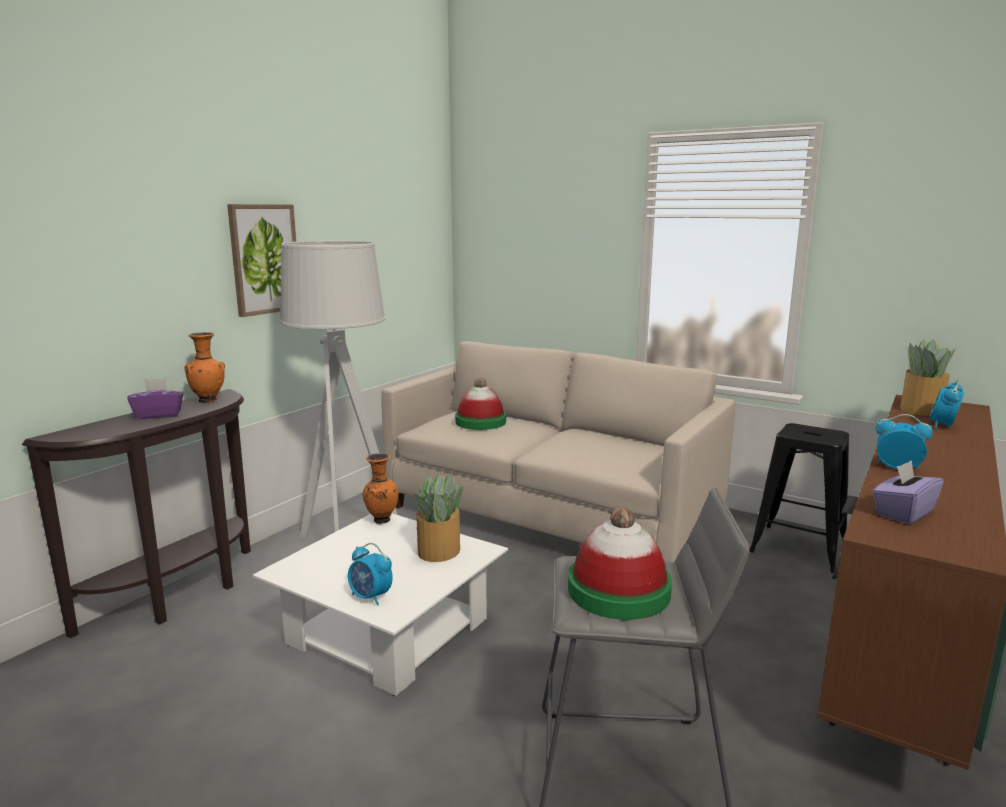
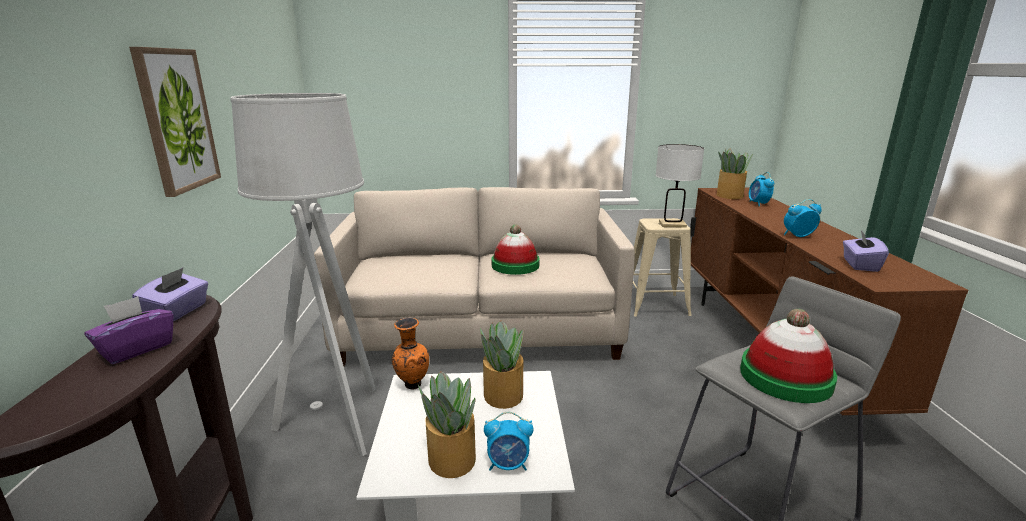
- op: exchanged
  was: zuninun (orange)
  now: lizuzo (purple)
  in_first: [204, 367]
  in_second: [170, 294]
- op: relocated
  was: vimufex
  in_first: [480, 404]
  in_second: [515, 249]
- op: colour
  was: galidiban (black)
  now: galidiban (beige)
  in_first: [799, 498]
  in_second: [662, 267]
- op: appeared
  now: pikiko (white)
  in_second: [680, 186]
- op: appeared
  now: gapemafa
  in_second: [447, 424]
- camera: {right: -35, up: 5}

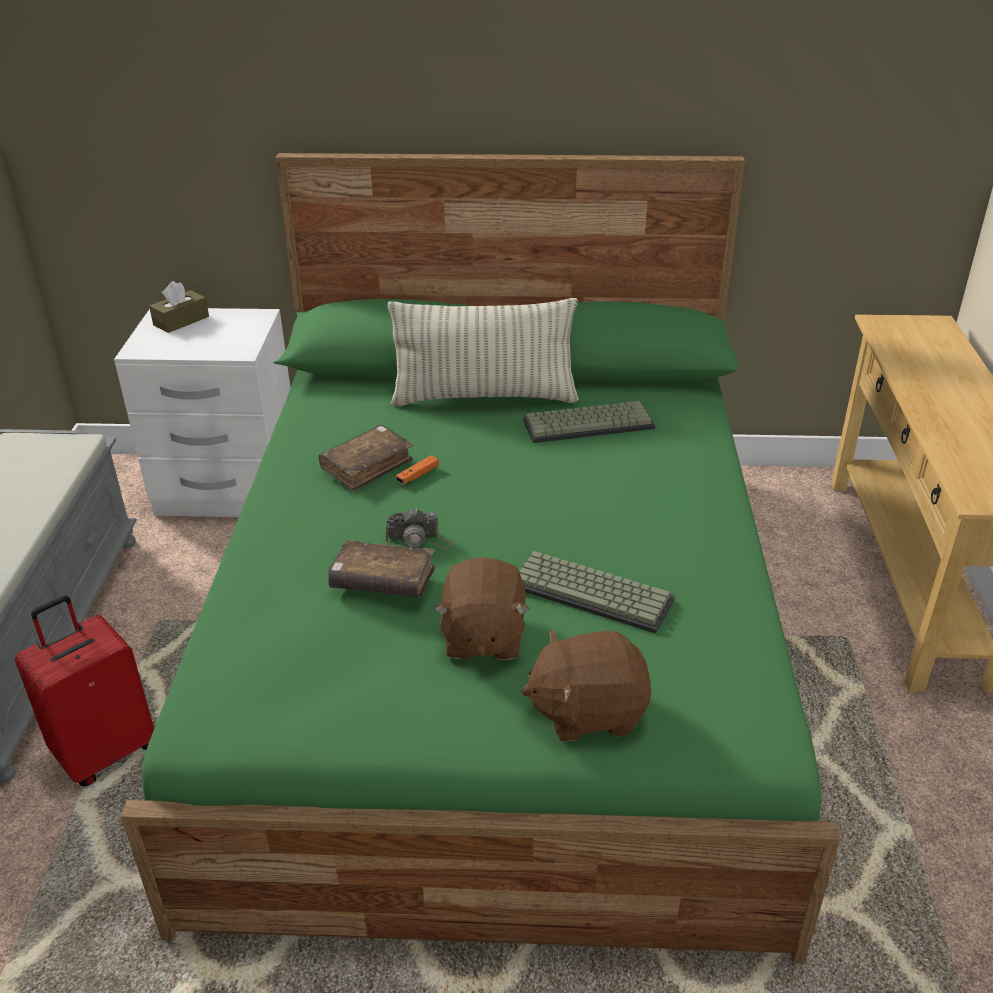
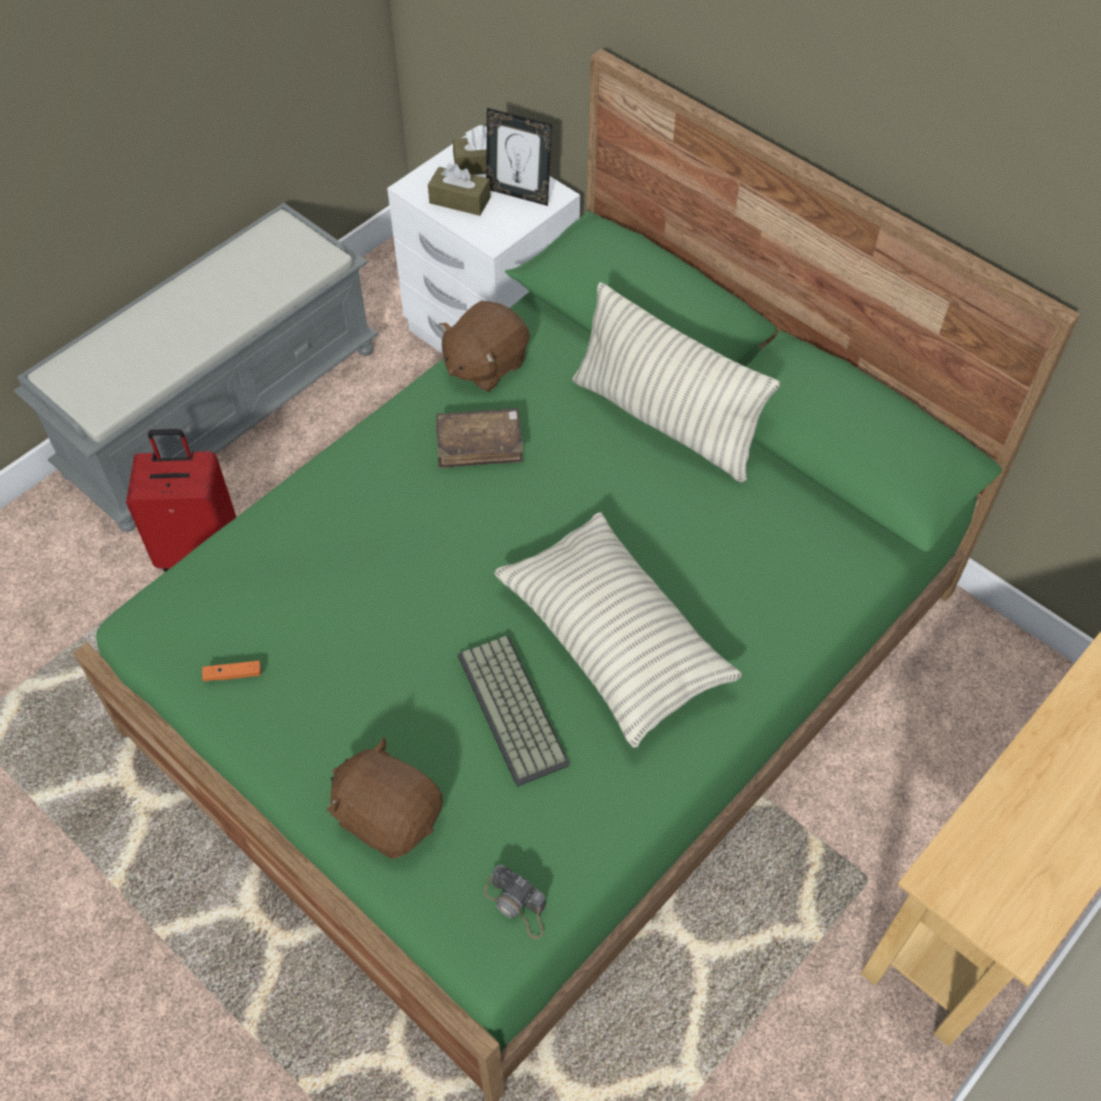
- op: missing
  was: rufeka
  in_first: [589, 422]
- op: relocated
  was: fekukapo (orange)
  in_first: [417, 469]
  in_second: [232, 671]
- op: relocated
  was: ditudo
  in_first: [418, 528]
  in_second: [515, 902]
- op: missing
  was: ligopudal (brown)
  in_first: [382, 569]
- op: relocated
  was: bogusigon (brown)
  in_first: [482, 608]
  in_second: [484, 346]
- op: appeared
  now: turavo
  in_second: [519, 157]
- op: appeared
  now: lizuzo (brown)
  in_second: [459, 190]
- op: appeared
  now: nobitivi
  in_second: [618, 630]
- camera: {right: 40, up: 20}

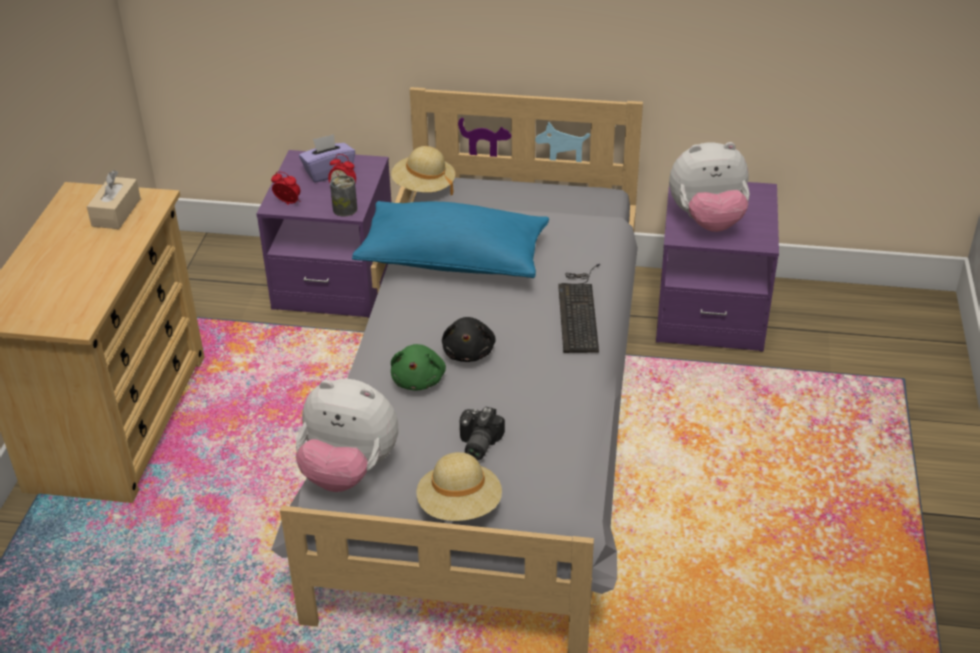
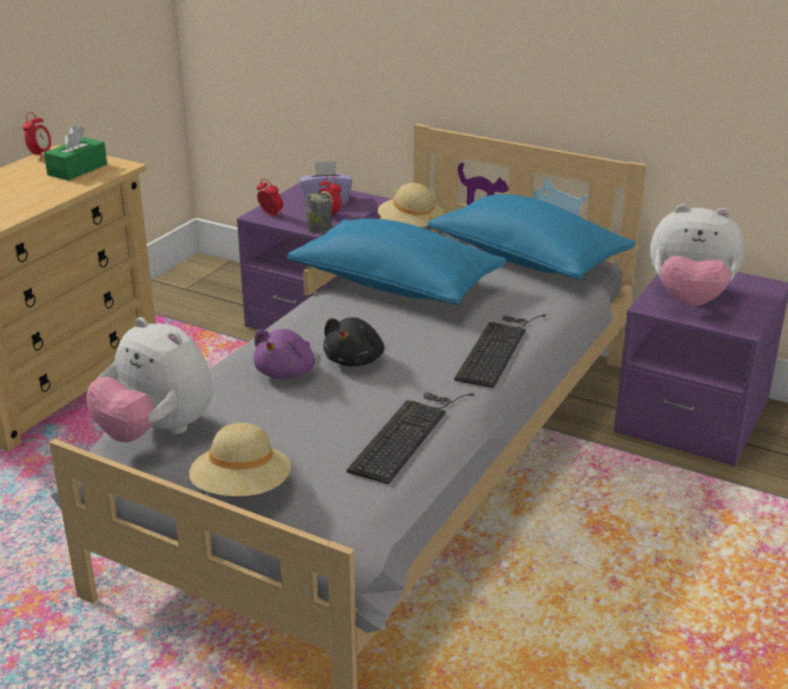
- op: colour
  was: lizuzo (beige)
  now: lizuzo (green)
  in_first: [114, 199]
  in_second: [75, 153]
- op: colour
  was: bogusigon (green)
  now: bogusigon (purple)
  in_first: [418, 367]
  in_second: [284, 354]
- op: missing
  was: ditudo
  in_first: [482, 433]
- op: appeared
  now: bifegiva
  in_second: [37, 135]
- op: appeared
  now: nobitivi (blue)
  in_second: [531, 237]
- op: appeared
  now: rufeka
  in_second: [411, 438]
- camera: {right: 20, up: -10}

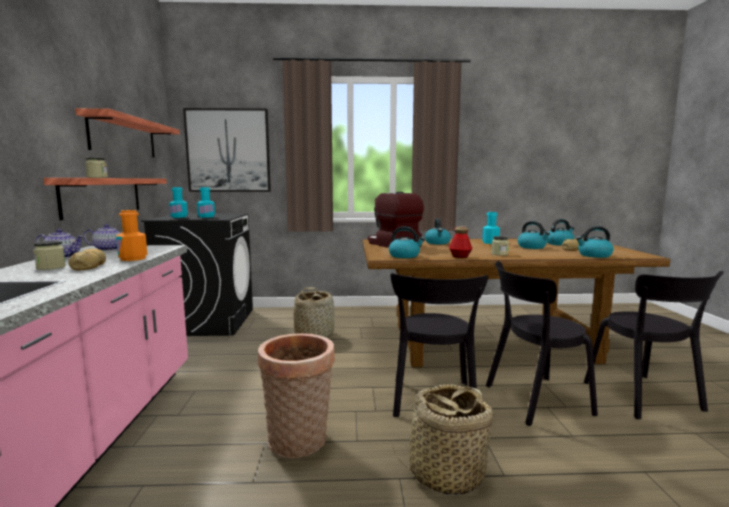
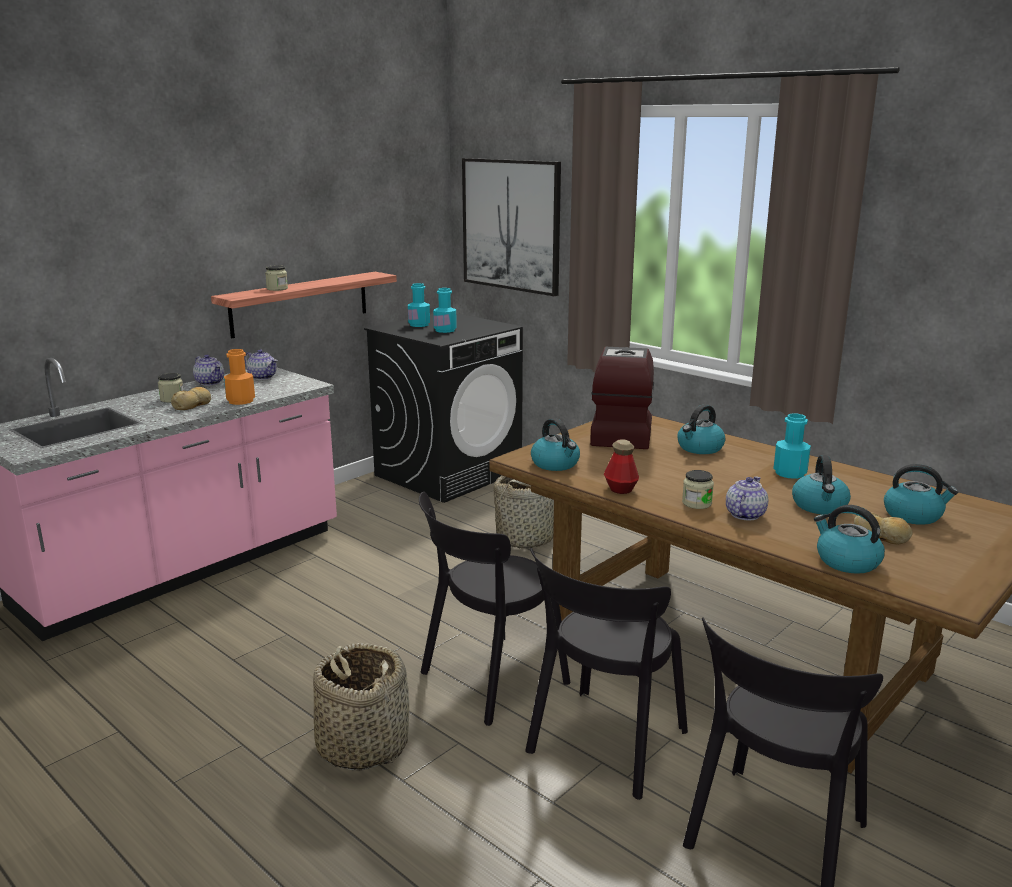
- op: missing
  was: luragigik
  in_first: [127, 133]
- op: spun
  was: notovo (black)
  in_first: [542, 343]
  in_second: [606, 674]
  clockwise: -90
- op: missing
  was: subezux
  in_first: [296, 395]
- op: appeared
  now: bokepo
  in_second: [747, 498]
- camera: {right: 45, up: 10}

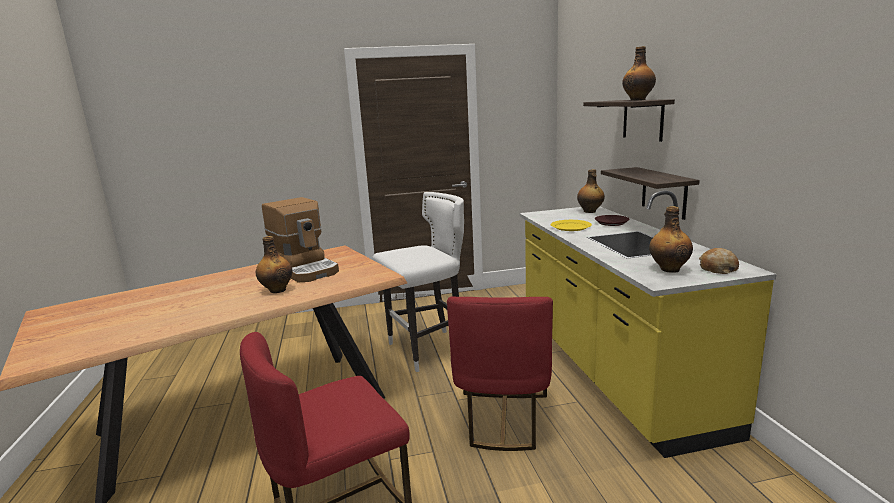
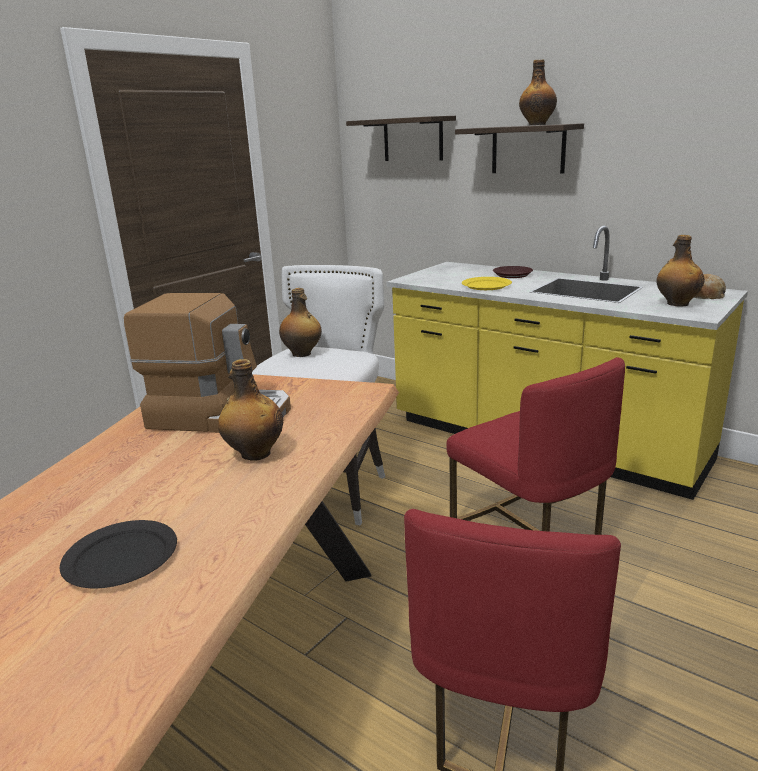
- op: relocated
  was: luragigik
  in_first: [650, 193]
  in_second: [401, 138]
- op: relocated
  was: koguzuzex
  in_first: [591, 191]
  in_second: [300, 322]
- op: appeared
  now: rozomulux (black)
  in_second: [118, 554]
- camera: {right: -40, up: 5}

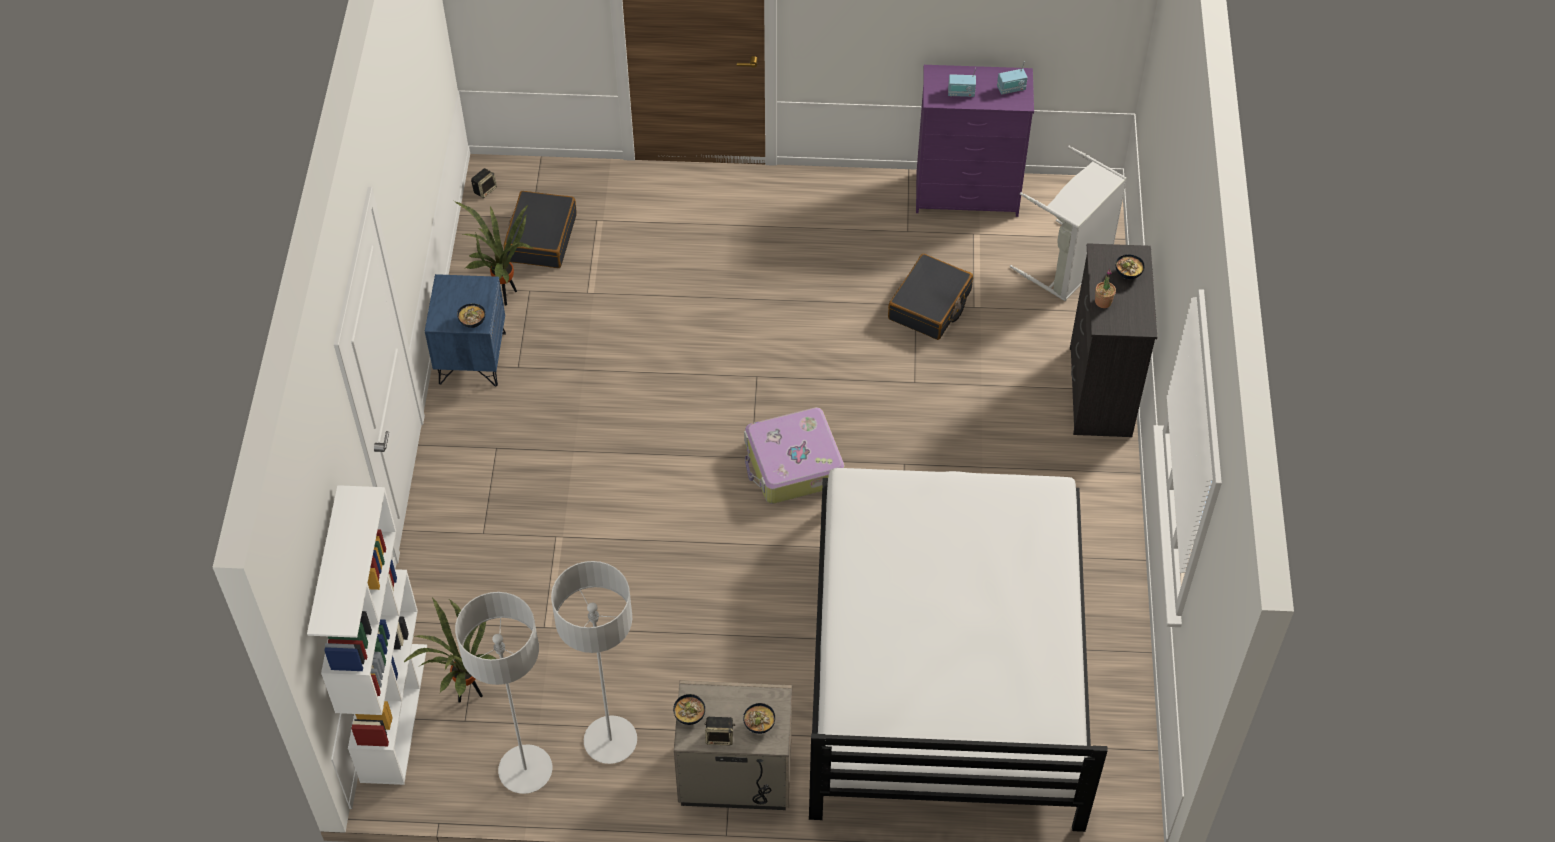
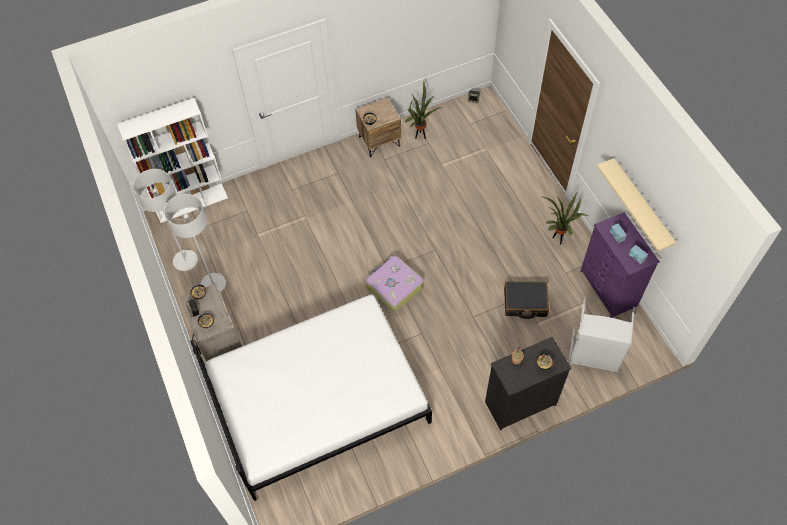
- op: missing
  was: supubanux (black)
  in_first: [540, 229]
- op: colour
  was: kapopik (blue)
  now: kapopik (brown)
  in_first: [465, 330]
  in_second: [378, 127]
- op: relocated
  was: gapemafa
  in_first: [449, 650]
  in_second: [565, 218]
- op: appeared
  now: luragigik (beige)
  in_second: [636, 204]
- camera: {right: 65, up: 5}

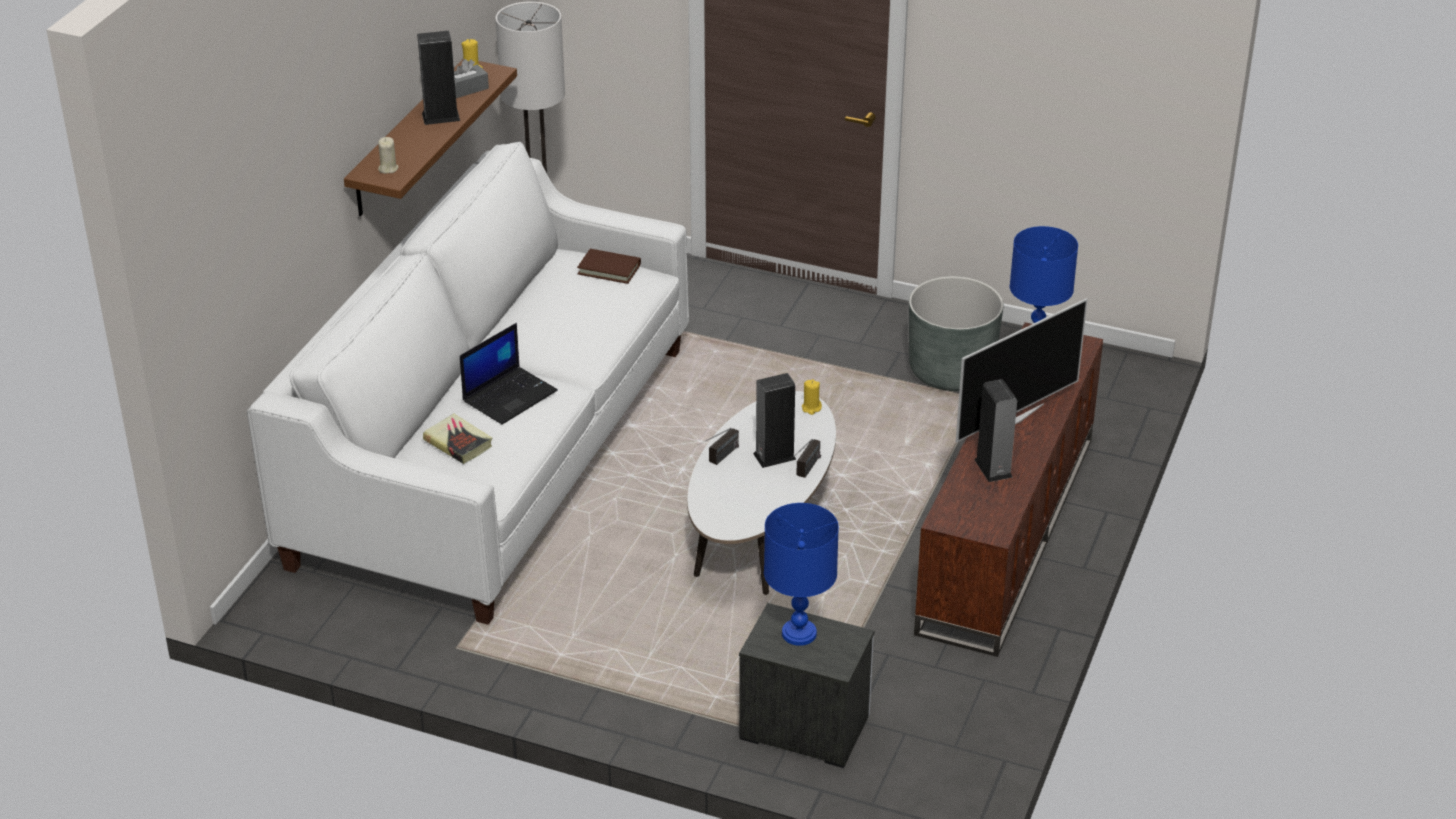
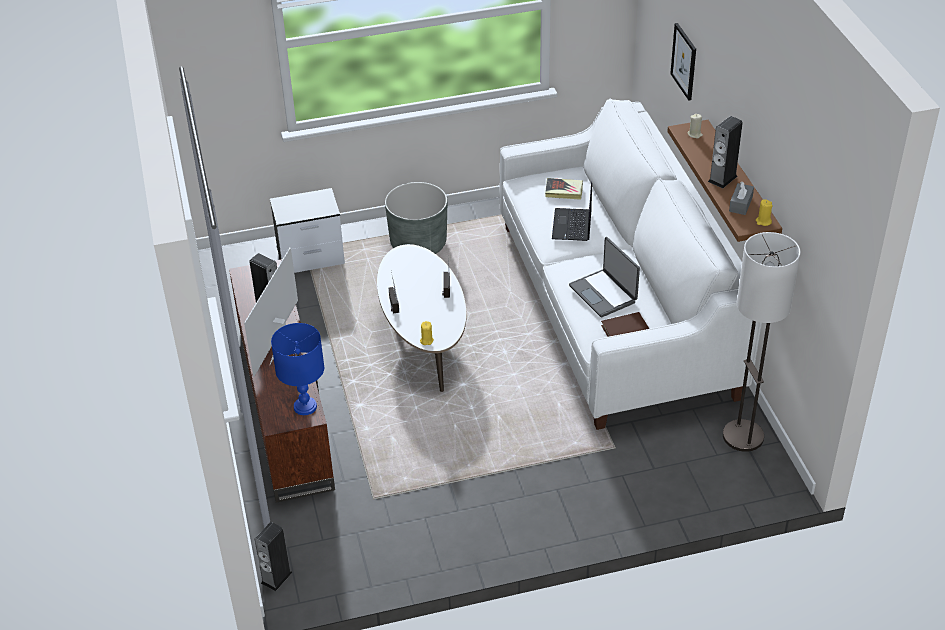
- op: relocated
  was: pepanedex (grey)
  in_first: [956, 333]
  in_second: [416, 218]
- op: relocated
  was: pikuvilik
  in_first: [775, 420]
  in_second: [273, 556]
- op: missing
  was: pikiko (blue)
  in_first: [801, 574]
- op: appeared
  now: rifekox
  in_second: [683, 62]
- op: appeared
  now: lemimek
  in_second: [604, 277]
- camera: {right: 145, up: 5}

